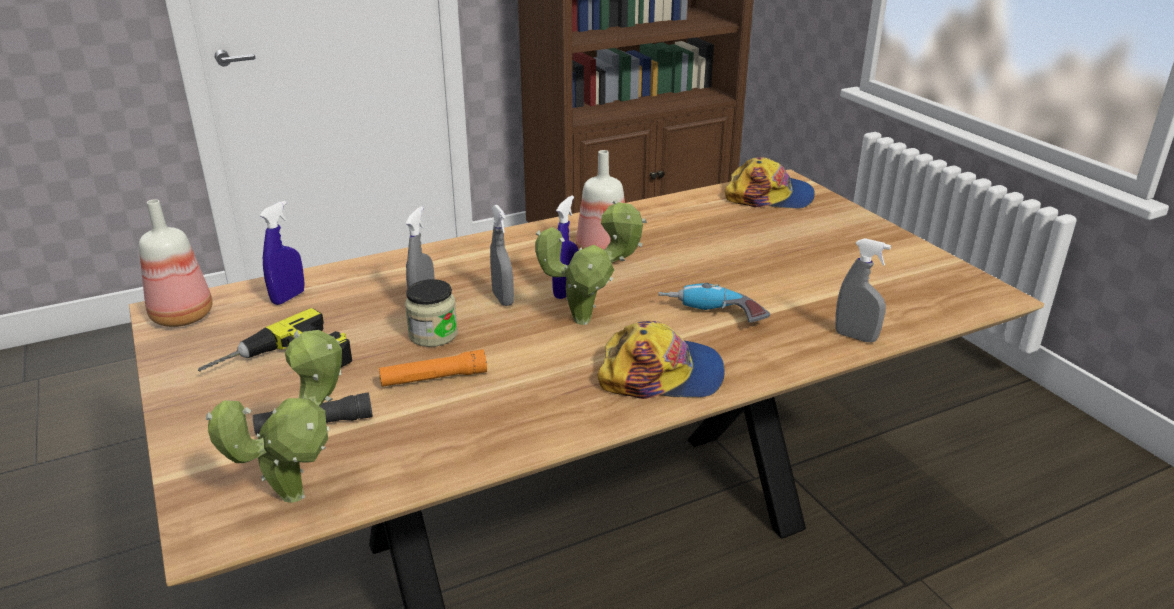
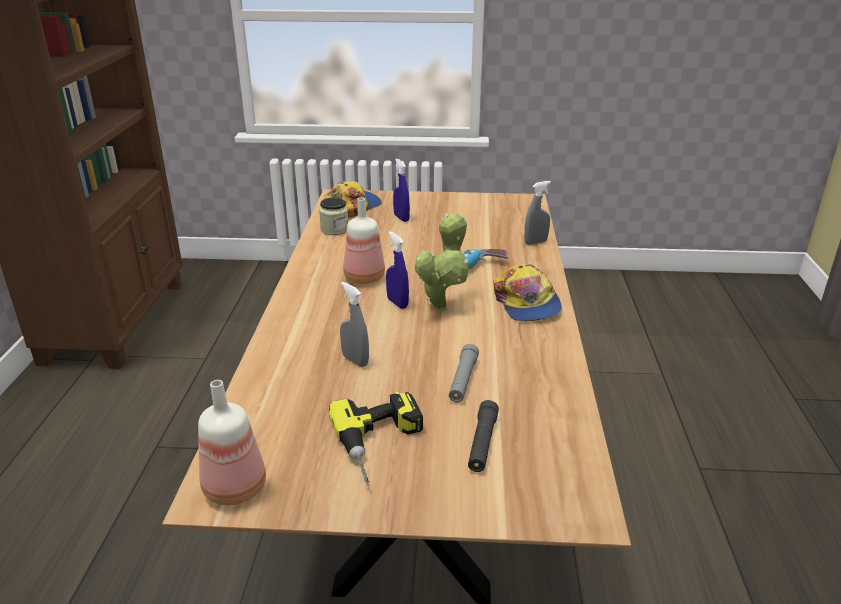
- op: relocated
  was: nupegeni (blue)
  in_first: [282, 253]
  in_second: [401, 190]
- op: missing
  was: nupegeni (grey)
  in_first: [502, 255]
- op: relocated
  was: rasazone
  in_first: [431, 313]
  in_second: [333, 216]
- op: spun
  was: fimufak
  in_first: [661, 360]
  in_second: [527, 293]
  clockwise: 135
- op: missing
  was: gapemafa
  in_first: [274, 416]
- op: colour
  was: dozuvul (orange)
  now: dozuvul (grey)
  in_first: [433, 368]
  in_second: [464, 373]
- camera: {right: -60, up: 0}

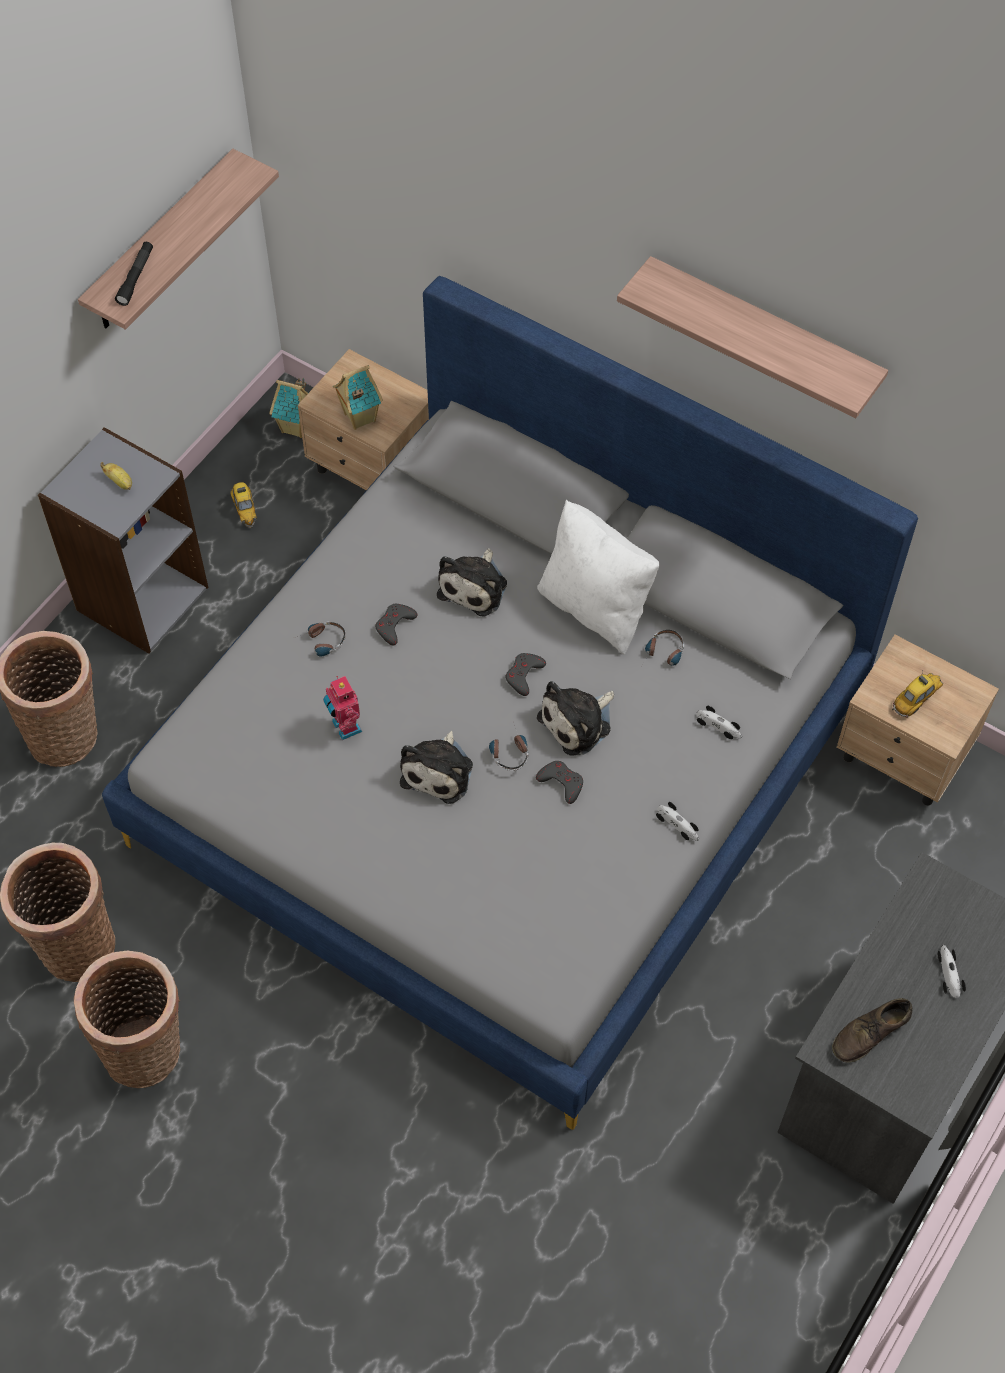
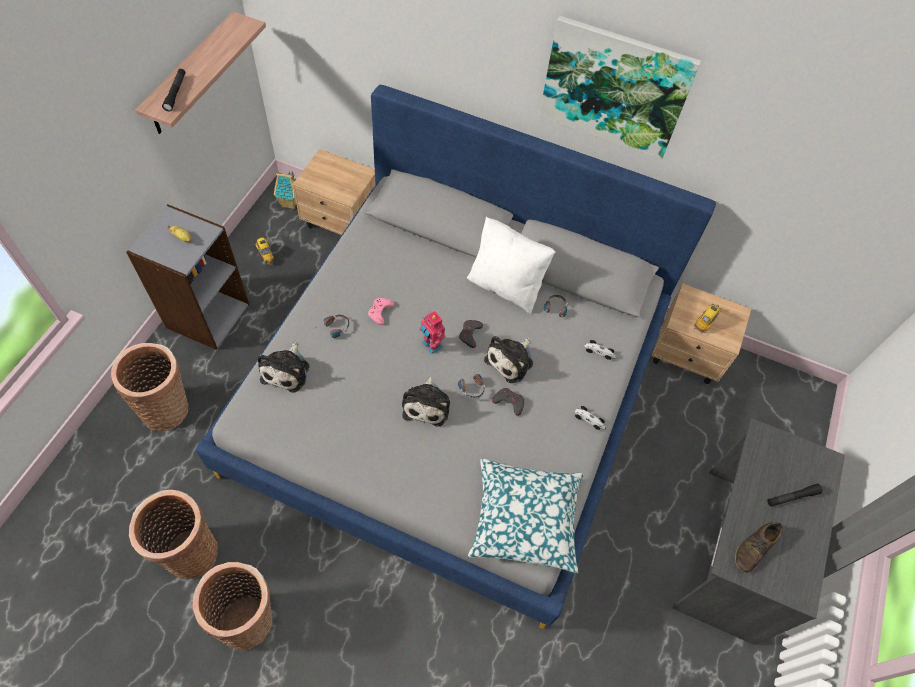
- op: exchanged
  was: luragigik
  now: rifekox
  in_first: [752, 337]
  in_second: [620, 87]
- op: missing
  was: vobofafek
  in_first: [358, 397]
- op: relocated
  was: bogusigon
  in_first: [472, 582]
  in_second: [283, 367]
- op: colour
  was: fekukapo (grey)
  now: fekukapo (pink)
  in_first: [396, 624]
  in_second: [381, 311]
- op: relocated
  was: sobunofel
  in_first: [342, 708]
  in_second: [432, 332]
- op: exchanged
  was: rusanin
  now: dozuvul (black)
  in_first: [952, 971]
  in_second: [795, 495]
- op: appeared
  now: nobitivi
  in_second: [525, 515]
- camera: {right: -15, up: 0}

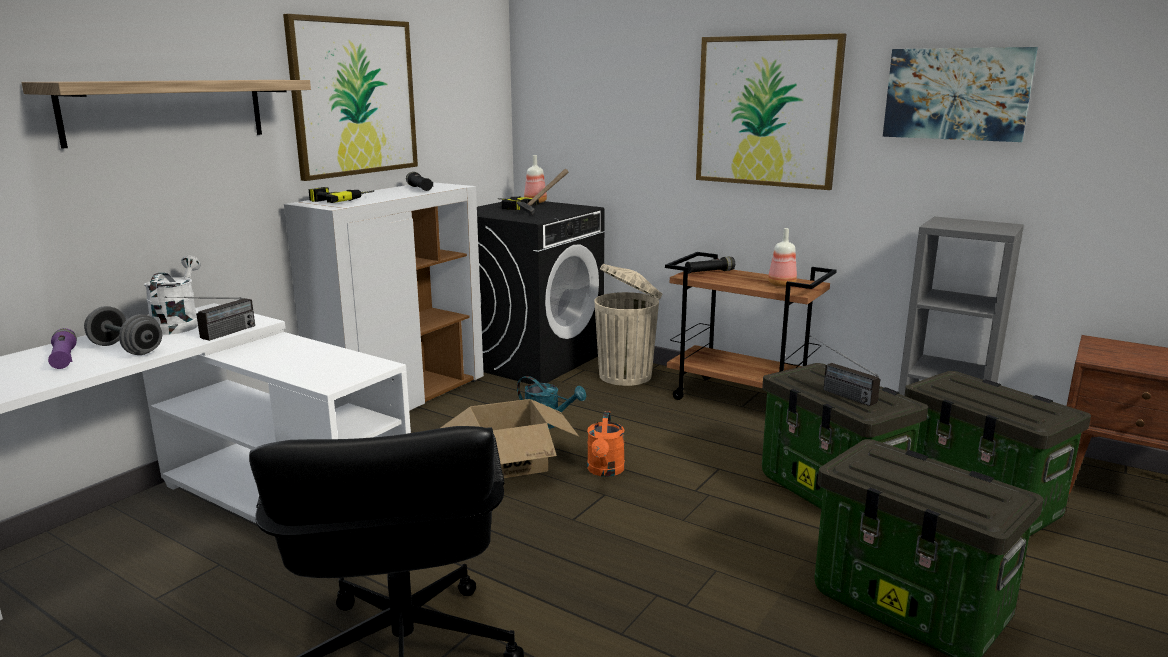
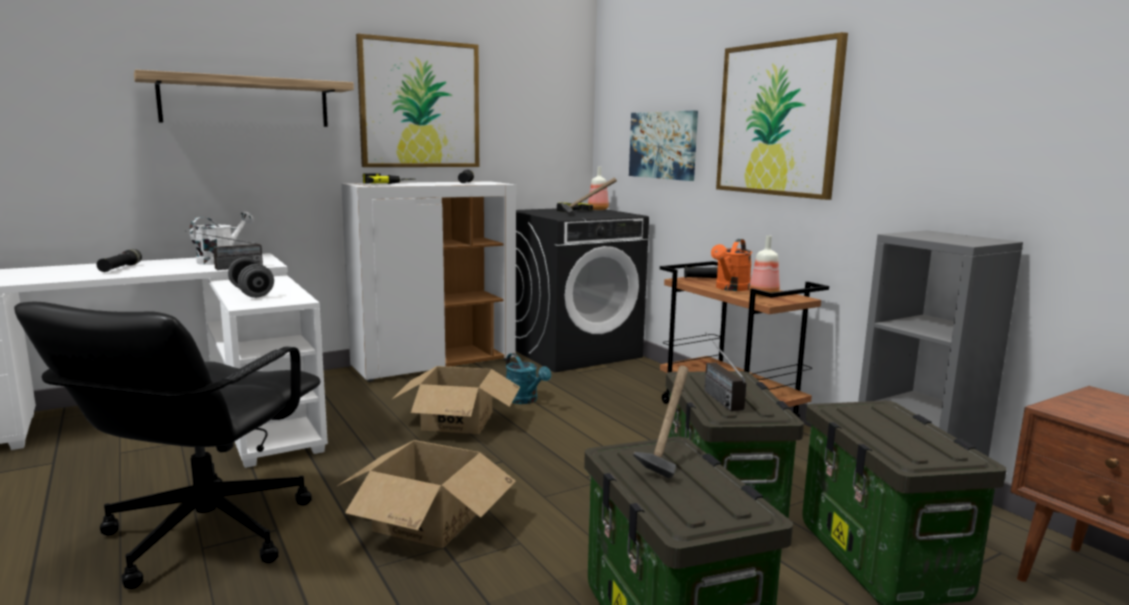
- op: relocated
  was: rifekox
  in_first: [960, 94]
  in_second: [663, 146]
- op: missing
  was: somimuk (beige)
  in_first: [628, 325]
- op: relocated
  was: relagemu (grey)
  in_first: [123, 330]
  in_second: [251, 277]
- op: colour
  was: dozuvul (purple)
  now: dozuvul (black)
  in_first: [62, 348]
  in_second: [119, 260]
- op: relocated
  was: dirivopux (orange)
  in_first: [606, 444]
  in_second: [731, 265]
- op: appeared
  now: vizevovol
  in_second: [661, 422]
- op: appeared
  now: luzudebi
  in_second: [427, 494]
- camera: {right: 25, up: -5}

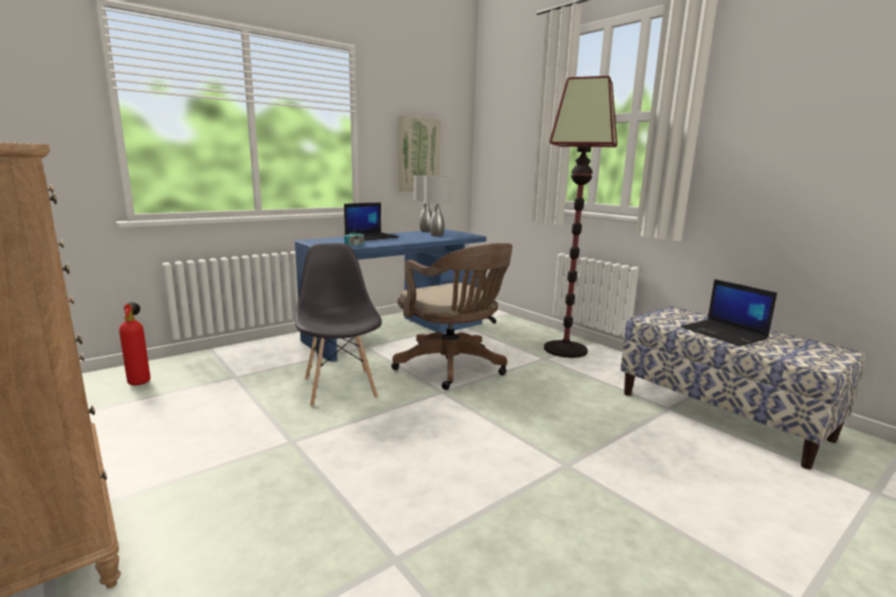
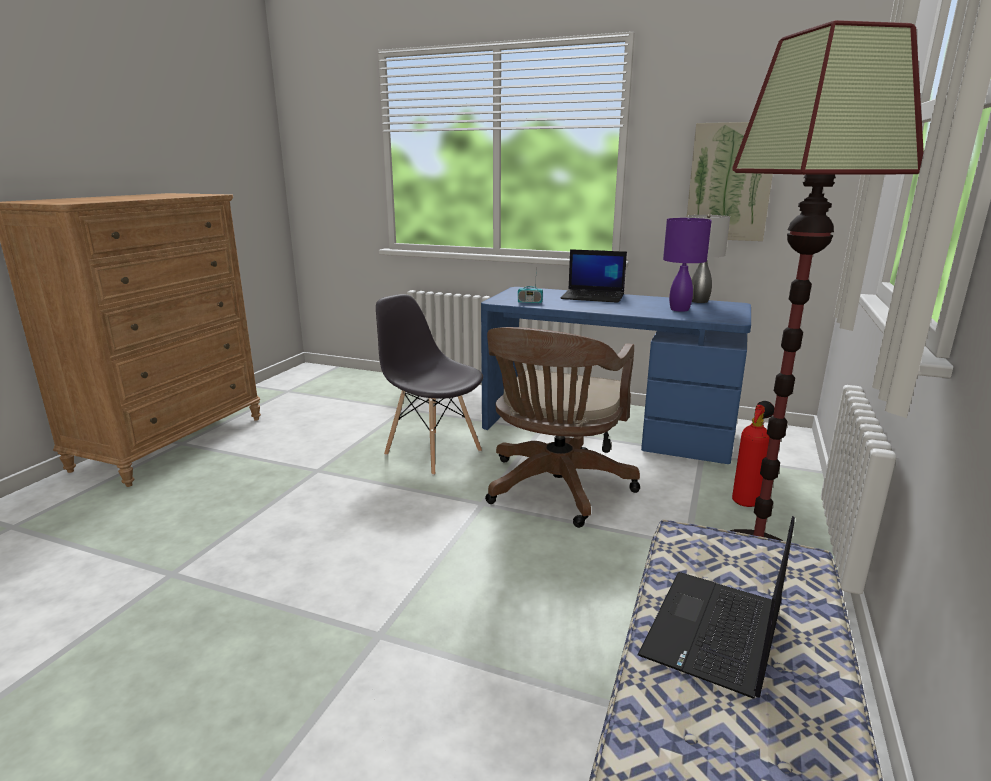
- op: colour
  was: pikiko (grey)
  now: pikiko (purple)
  in_first: [438, 206]
  in_second: [687, 265]
- op: spun
  was: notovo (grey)
  in_first: [338, 325]
  in_second: [429, 384]
  clockwise: -90
- op: relocated
  was: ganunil
  in_first: [135, 343]
  in_second: [753, 454]
- camera: {right: 60, up: 5}

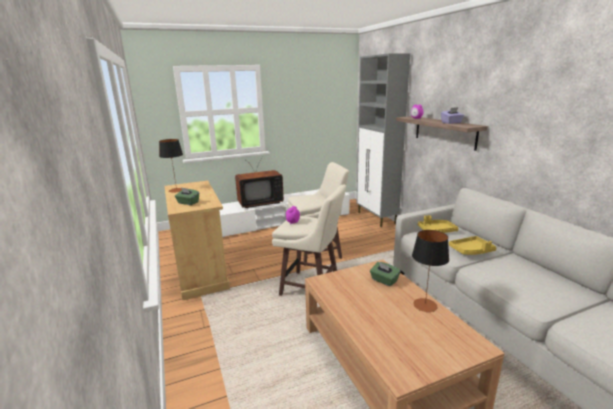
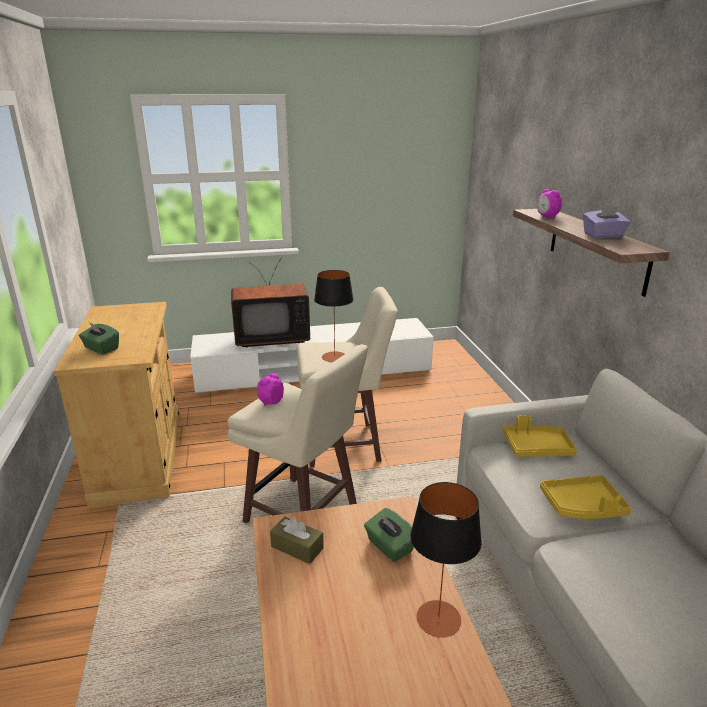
- op: missing
  was: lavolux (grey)
  in_first: [383, 140]
- op: relocated
  was: pikiko
  in_first: [171, 165]
  in_second: [334, 316]
- op: appeared
  now: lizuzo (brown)
  in_second: [297, 540]
- camera: {right: 10, up: 5}

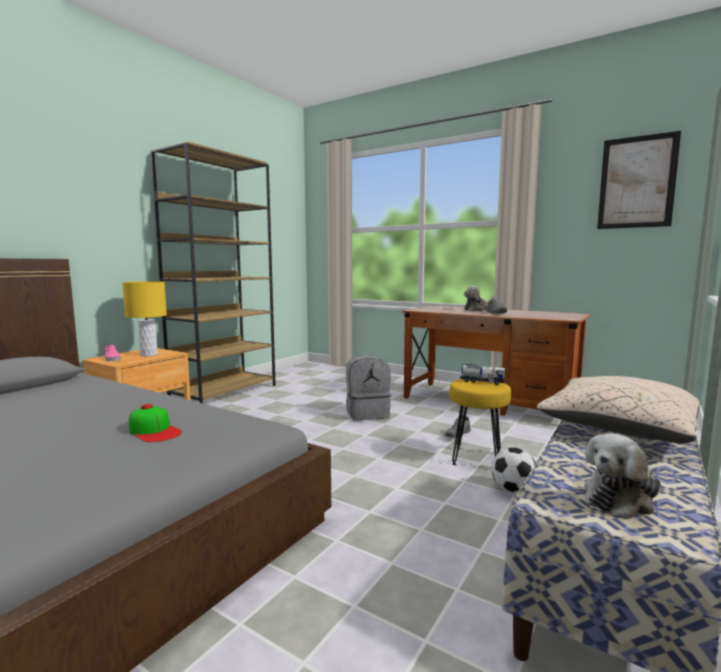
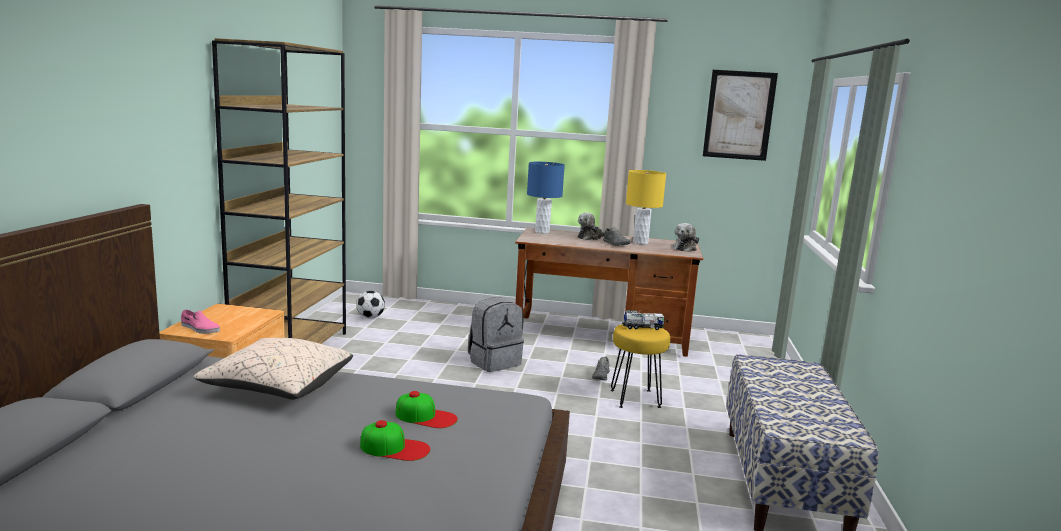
- op: relocated
  was: pikiko (yellow)
  in_first: [144, 318]
  in_second: [646, 207]
- op: relocated
  was: nobitivi (beige)
  in_first: [619, 410]
  in_second: [273, 369]
- op: relocated
  was: bogusigon
  in_first: [622, 476]
  in_second: [685, 237]
- op: relocated
  was: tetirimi
  in_first: [514, 470]
  in_second: [371, 304]
- op: appeared
  now: pikiko (blue)
  in_second: [546, 198]
- op: appeared
  now: fimufak
  in_second: [395, 440]
- camera: {right: -25, up: 5}

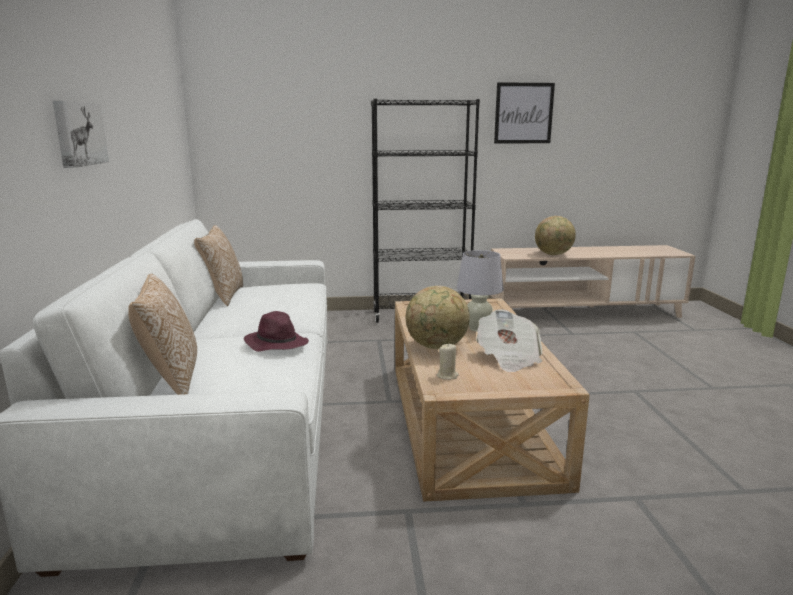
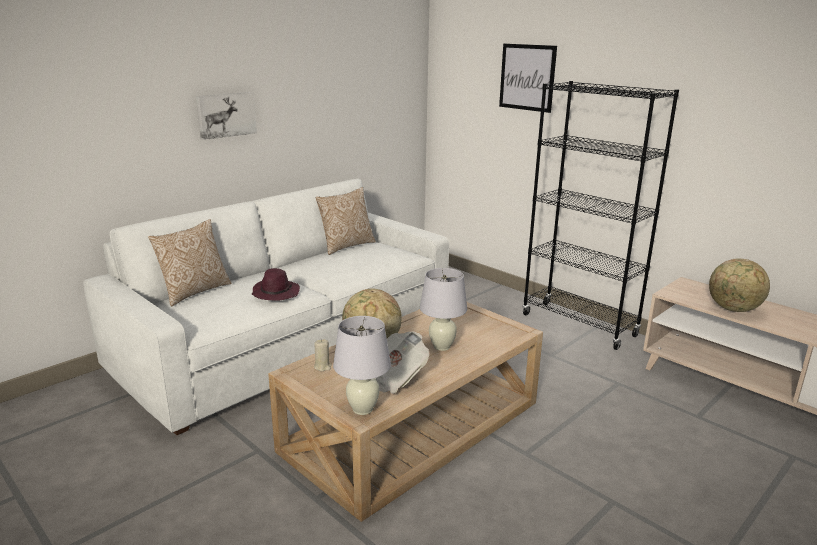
- op: relocated
  was: rifekox
  in_first: [524, 112]
  in_second: [528, 78]
- op: appeared
  now: pikiko (white)
  in_second: [362, 365]
- camera: {right: 50, up: 5}

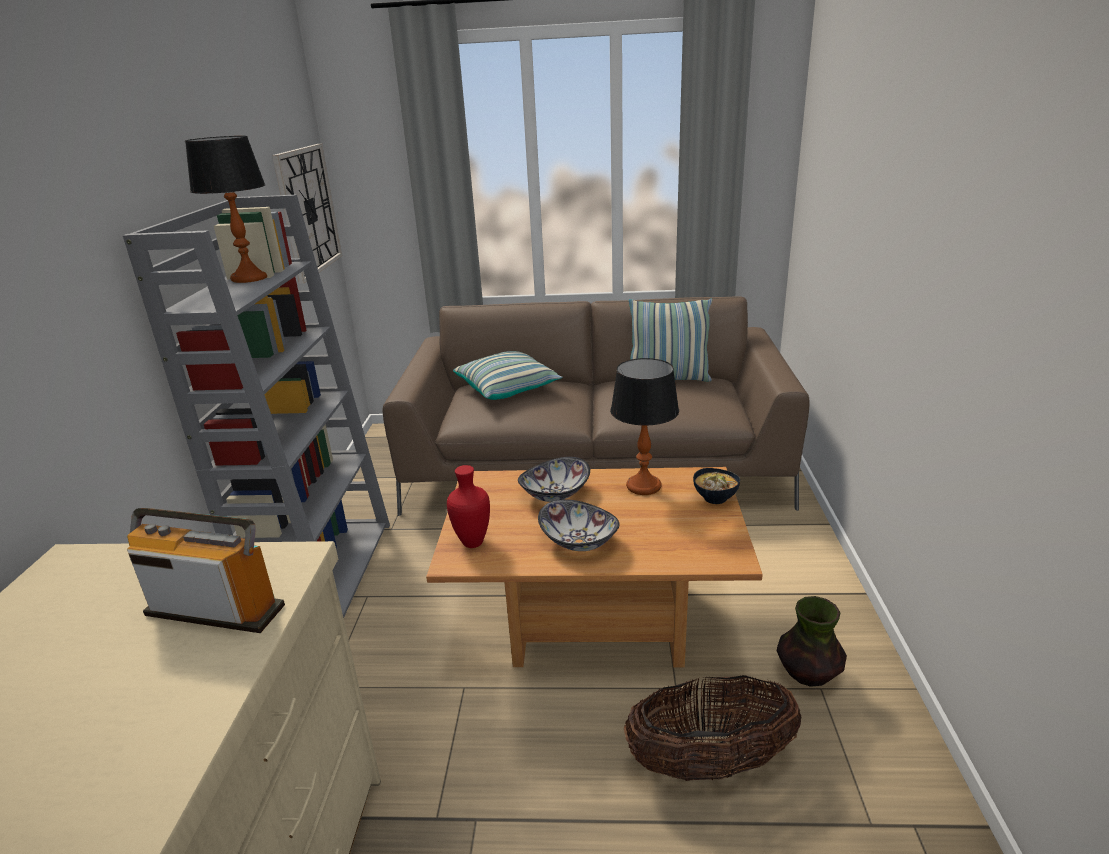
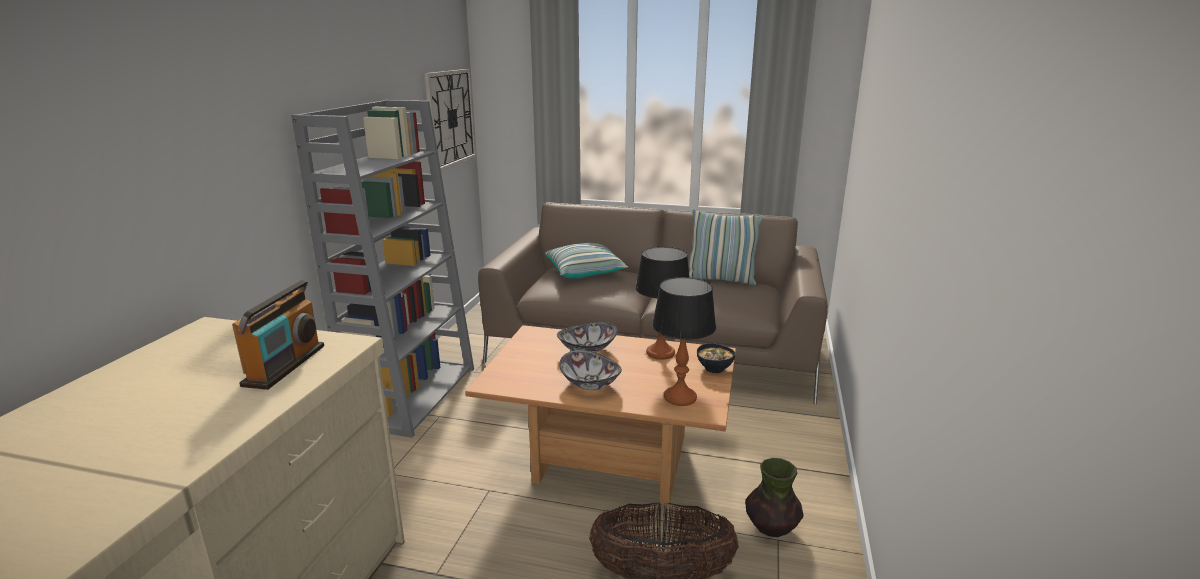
- op: relocated
  was: pikiko
  in_first: [226, 209]
  in_second: [684, 341]
- op: missing
  was: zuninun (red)
  in_first: [468, 506]
- op: spun
  was: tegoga
  in_first: [206, 570]
  in_second: [278, 334]
  clockwise: 75
- camera: {right: 10, up: -5}

